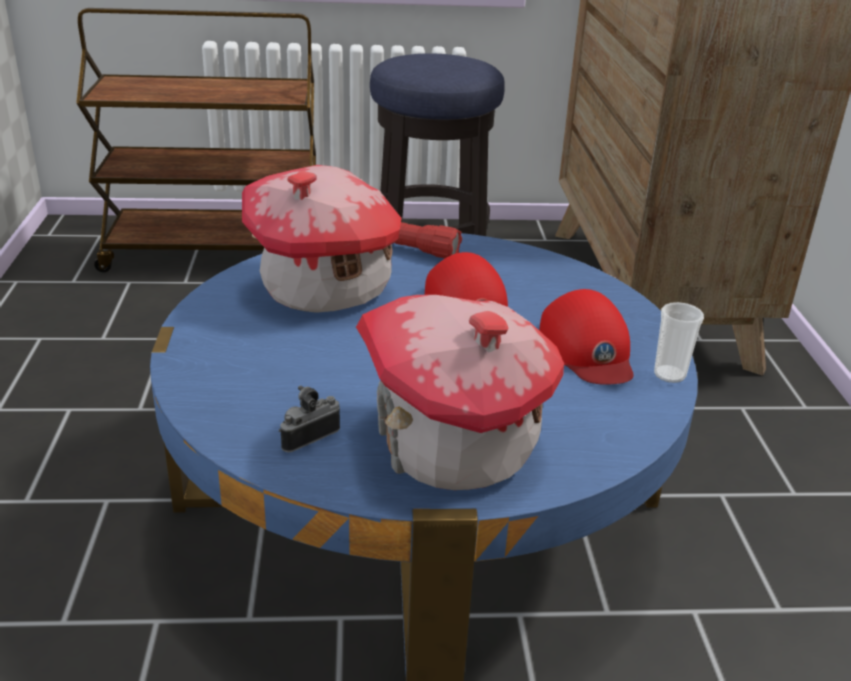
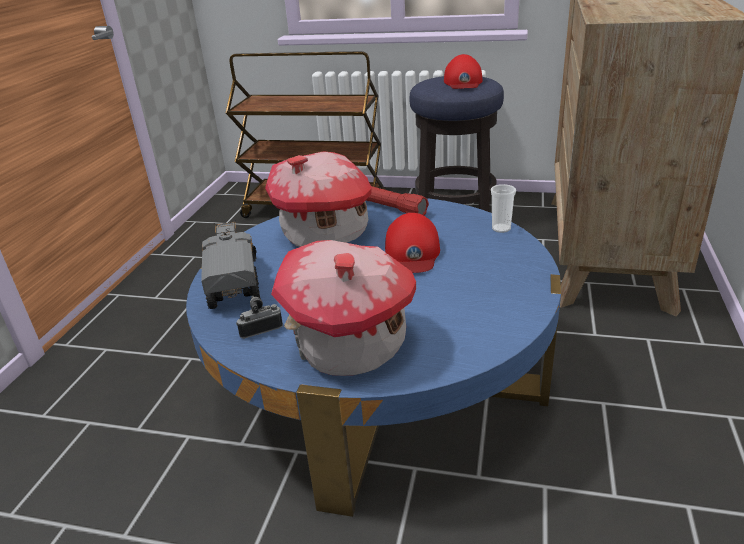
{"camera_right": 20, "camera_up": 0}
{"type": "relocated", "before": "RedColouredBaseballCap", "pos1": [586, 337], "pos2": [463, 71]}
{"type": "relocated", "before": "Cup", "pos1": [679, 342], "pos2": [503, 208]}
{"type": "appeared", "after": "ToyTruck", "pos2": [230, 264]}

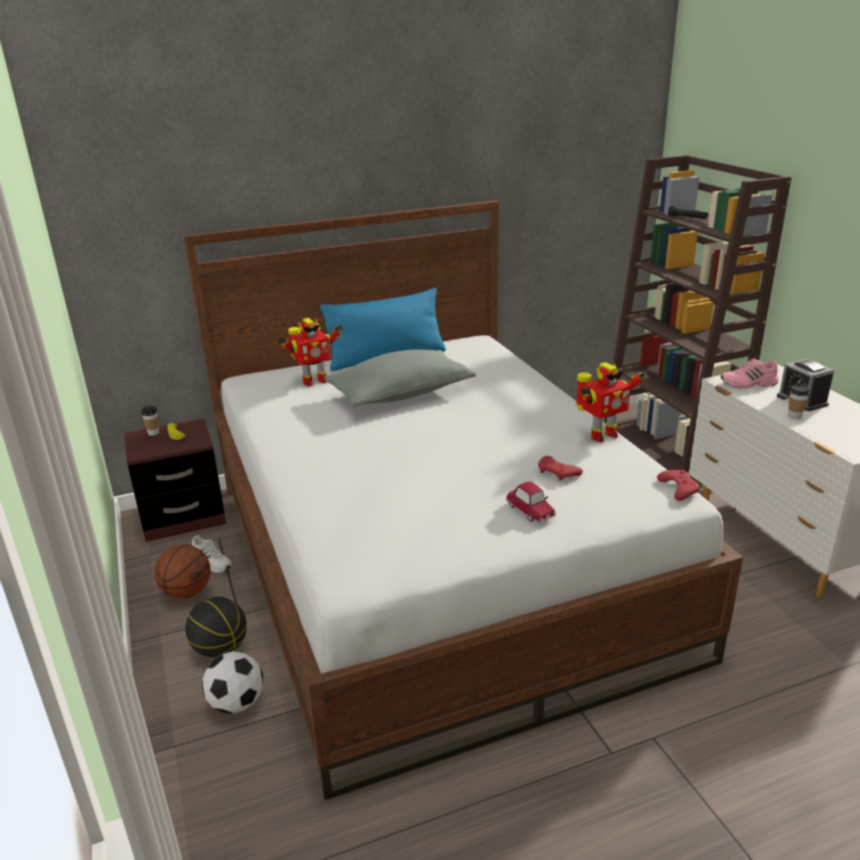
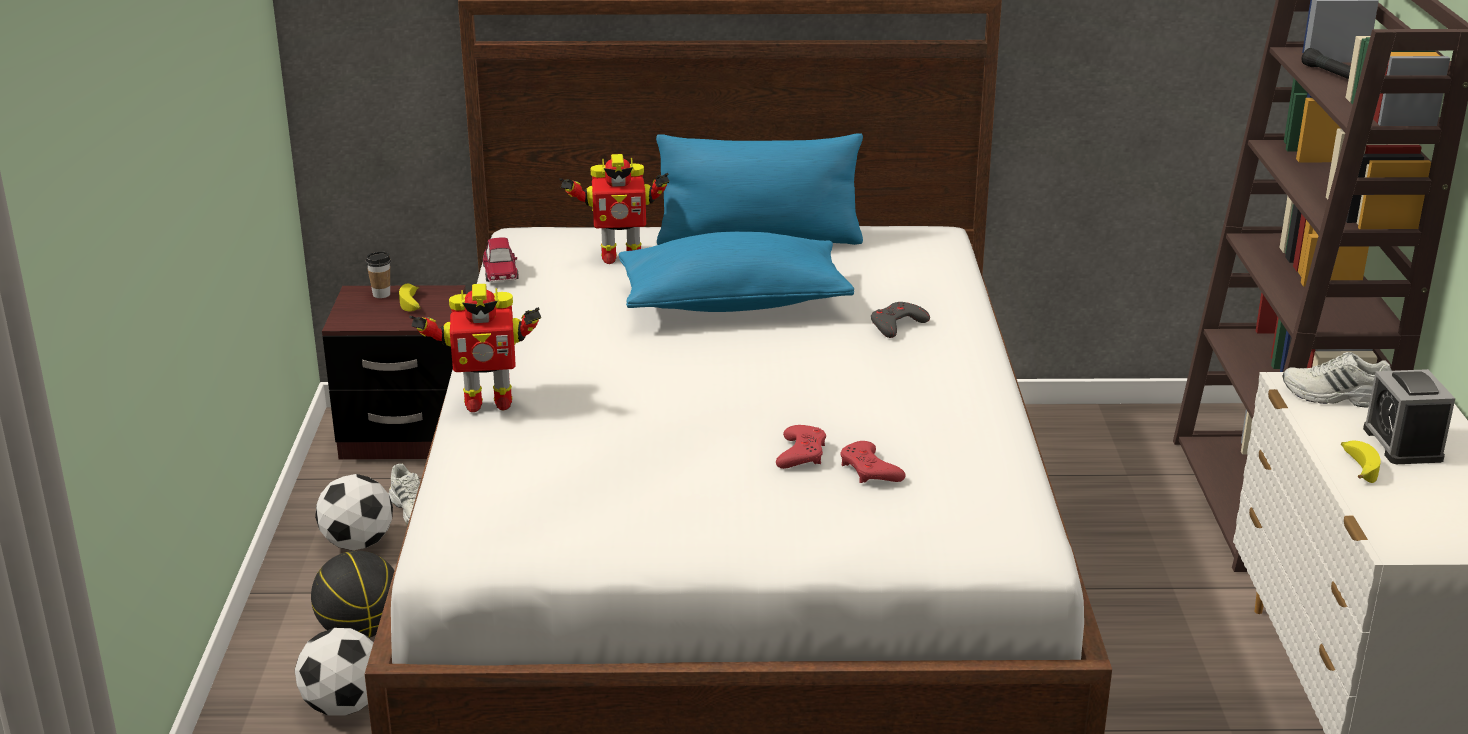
{"camera_right": 20, "camera_up": 0}
{"type": "exchanged", "before": "Basketball", "after": "FootballBall", "pos1": [182, 571], "pos2": [354, 512]}
{"type": "colour", "before": "GreyCushion", "after": "BluishCushion", "pos1": [400, 378], "pos2": [736, 272]}
{"type": "relocated", "before": "ModelCar", "pos1": [531, 502], "pos2": [501, 260]}
{"type": "relocated", "before": "RobotFigure", "pos1": [612, 402], "pos2": [475, 348]}
{"type": "relocated", "before": "RedColouredJoypad", "pos1": [678, 485], "pos2": [801, 447]}
{"type": "colour", "before": "PinkColouredItemOfFootwear", "after": "WhitishItemOfFootwear", "pos1": [750, 373], "pos2": [1337, 380]}
{"type": "exchanged", "before": "Cup", "after": "Banana", "pos1": [799, 401], "pos2": [1361, 461]}
{"type": "appeared", "after": "GreyJoypad", "pos2": [900, 320]}

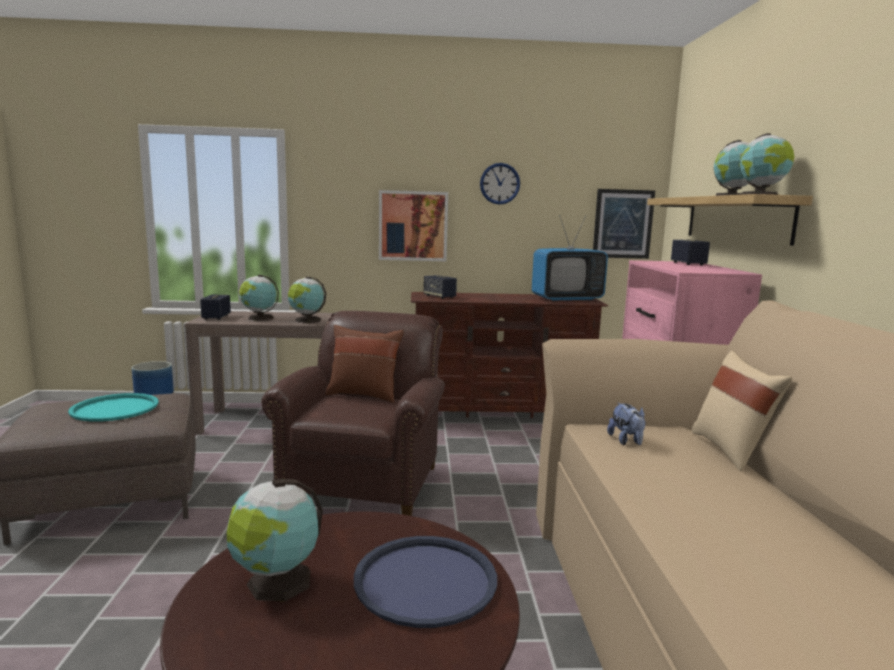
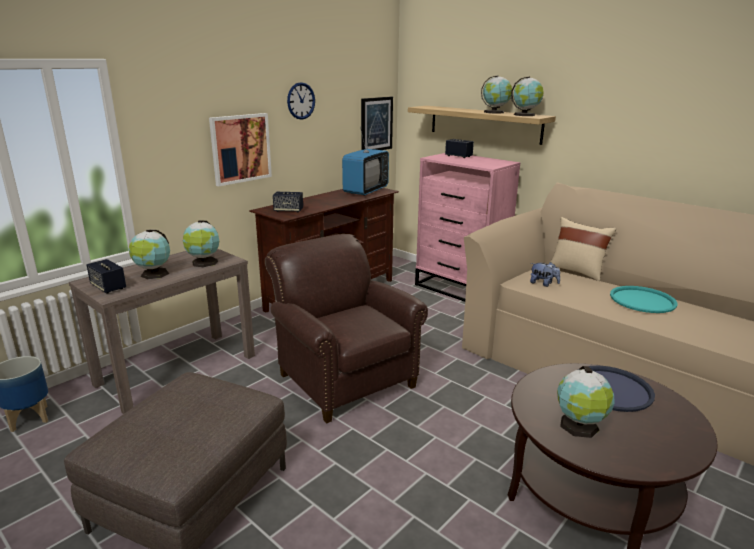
{"camera_right": -45, "camera_up": 10}
{"type": "relocated", "before": "TurquoiseColouredCarryingTray", "pos1": [113, 407], "pos2": [644, 299]}
{"type": "missing", "before": "BrownishCushion", "pos1": [364, 364]}

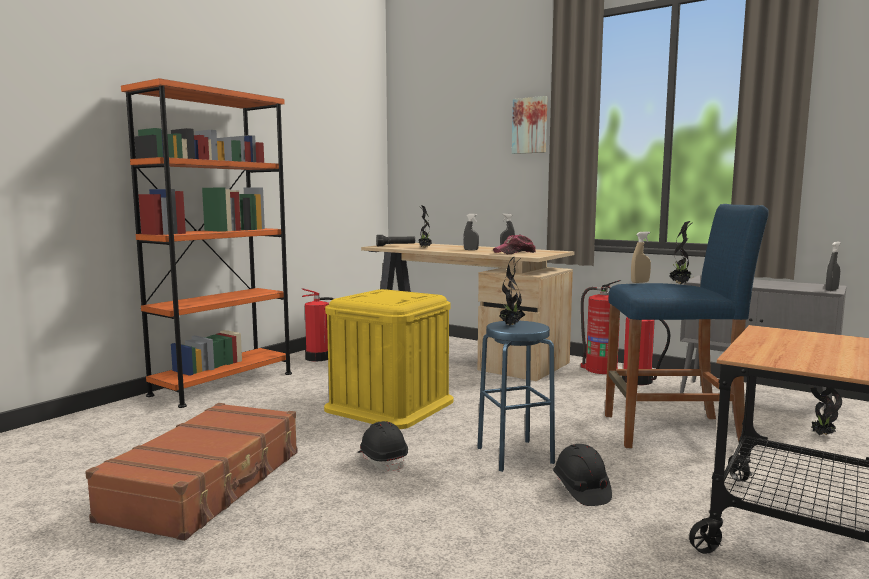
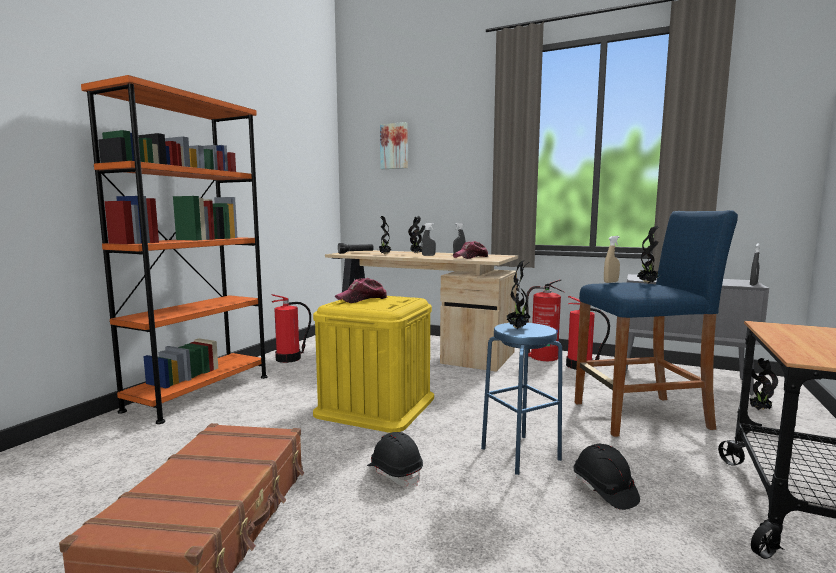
{"camera_right": -10, "camera_up": 0}
{"type": "relocated", "before": "WallPicture", "pos1": [529, 125], "pos2": [394, 145]}
{"type": "appeared", "after": "BaseballCap", "pos2": [361, 290]}
{"type": "appeared", "after": "Houseplant", "pos2": [416, 234]}

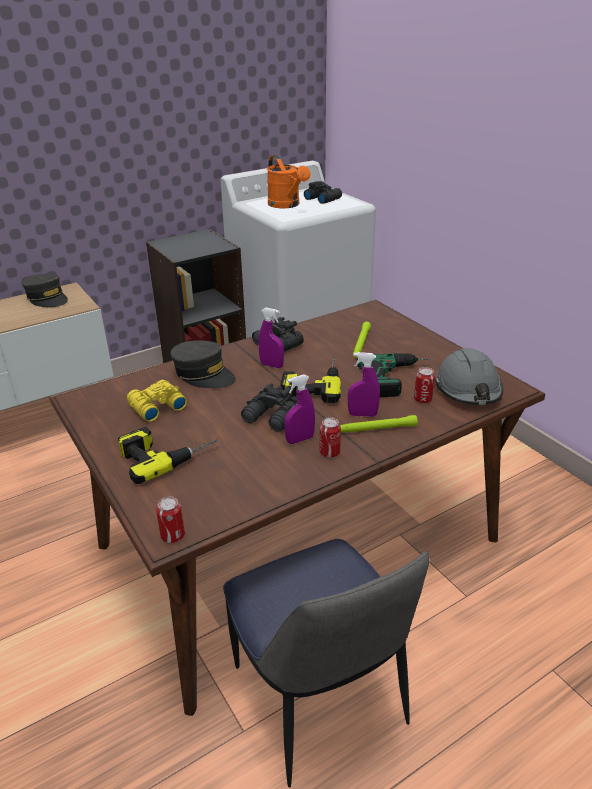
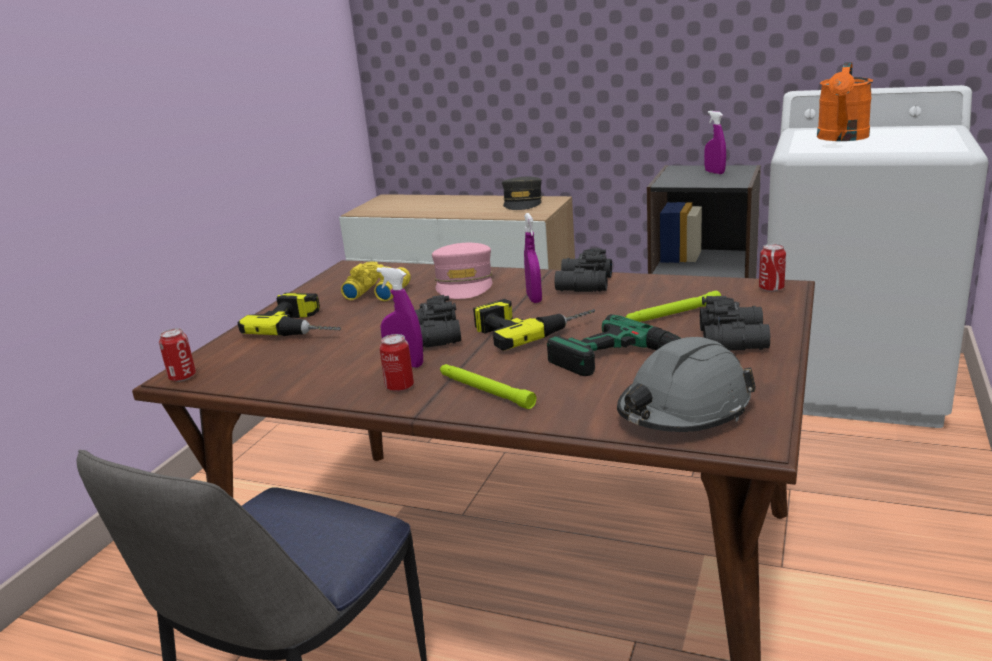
{"camera_right": 55, "camera_up": -10}
{"type": "colour", "before": "GreyBaseballCap", "after": "PinkColouredBaseballCap", "pos1": [202, 364], "pos2": [462, 271]}
{"type": "relocated", "before": "BlackishBinoculars", "pos1": [323, 192], "pos2": [735, 323]}
{"type": "relocated", "before": "PurpleSprayer", "pos1": [364, 384], "pos2": [715, 142]}
{"type": "relocated", "before": "Can", "pos1": [424, 385], "pos2": [772, 268]}

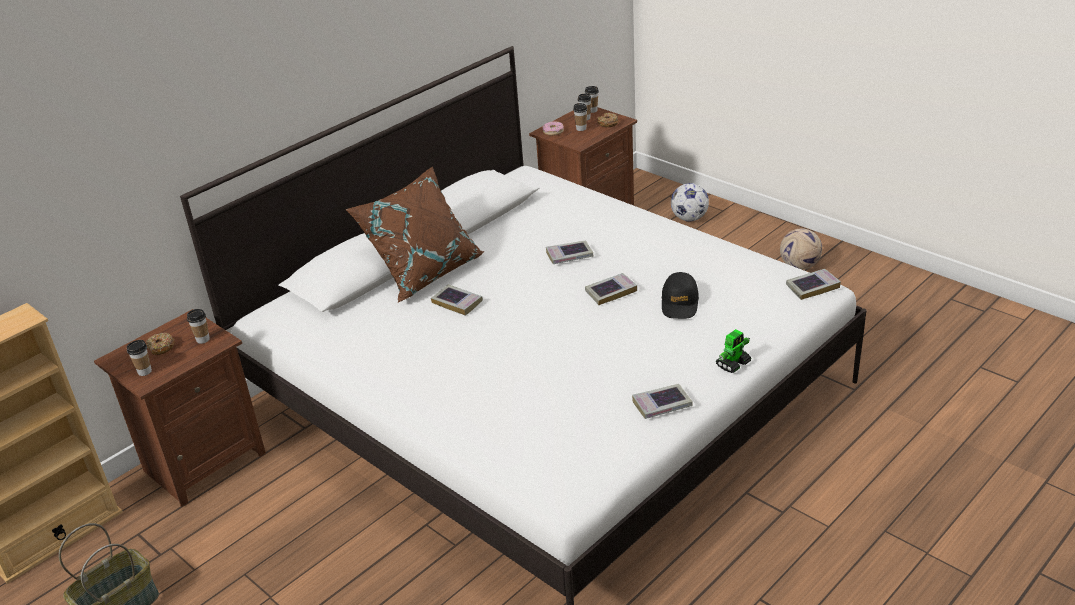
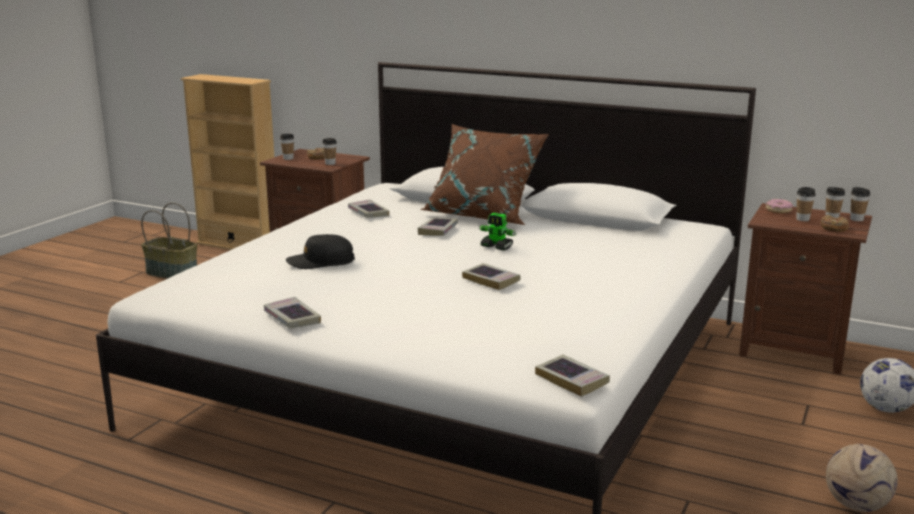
{"camera_right": 70, "camera_up": -15}
{"type": "relocated", "before": "Volume", "pos1": [569, 252], "pos2": [368, 208]}
{"type": "relocated", "before": "BlackishBaseballCap", "pos1": [680, 295], "pos2": [320, 251]}
{"type": "relocated", "before": "RobotFigure", "pos1": [733, 351], "pos2": [497, 232]}

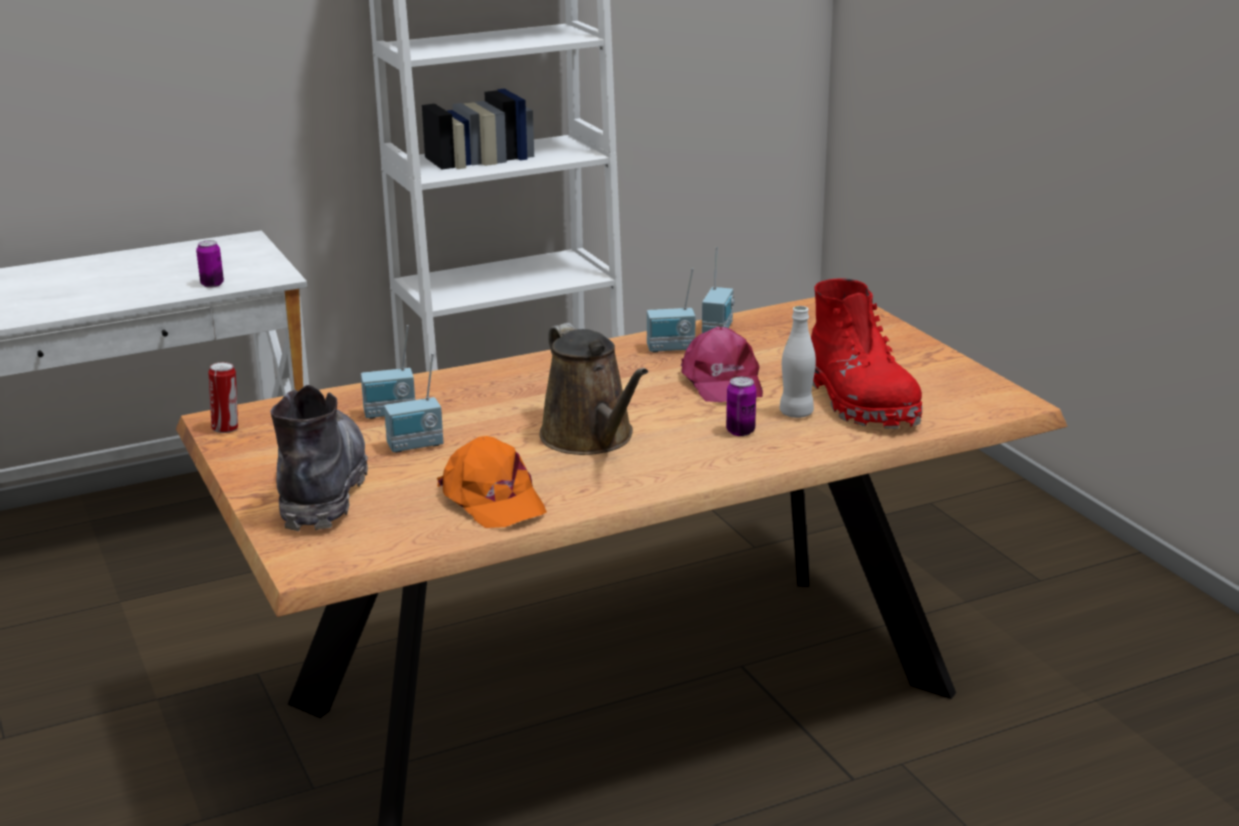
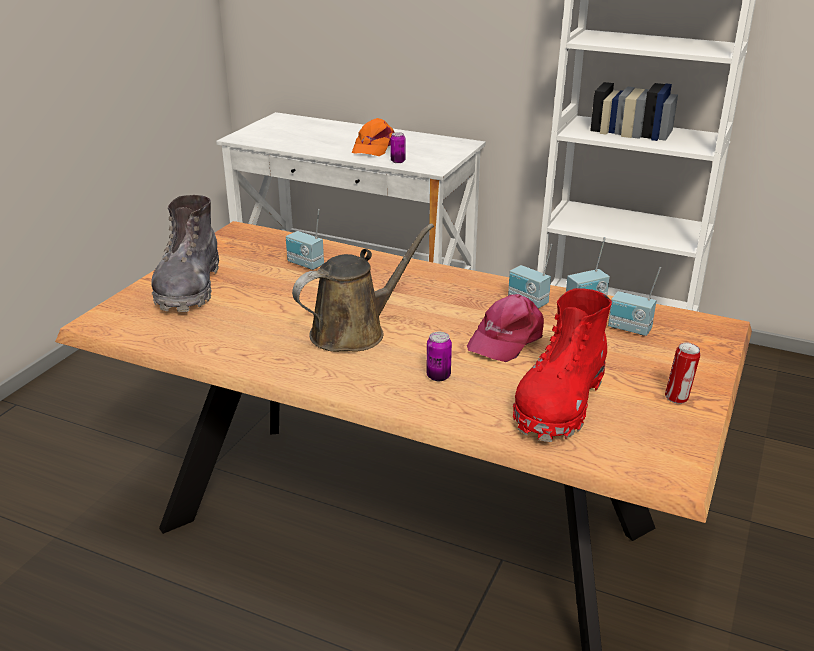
{"camera_right": 50, "camera_up": 5}
{"type": "relocated", "before": "Can", "pos1": [223, 397], "pos2": [682, 373]}
{"type": "spun", "before": "GreyTallBoot", "pos1": [319, 458], "pos2": [185, 253], "turn": 135}
{"type": "relocated", "before": "RadioSet", "pos1": [413, 403], "pos2": [634, 301]}
{"type": "relocated", "before": "OrangeColouredBaseballCap", "pos1": [492, 482], "pos2": [373, 137]}
{"type": "spun", "before": "BrownishWateringCan", "pos1": [593, 389], "pos2": [363, 287], "turn": -150}
{"type": "missing", "before": "WhitishBeverageBottle", "pos1": [798, 362]}

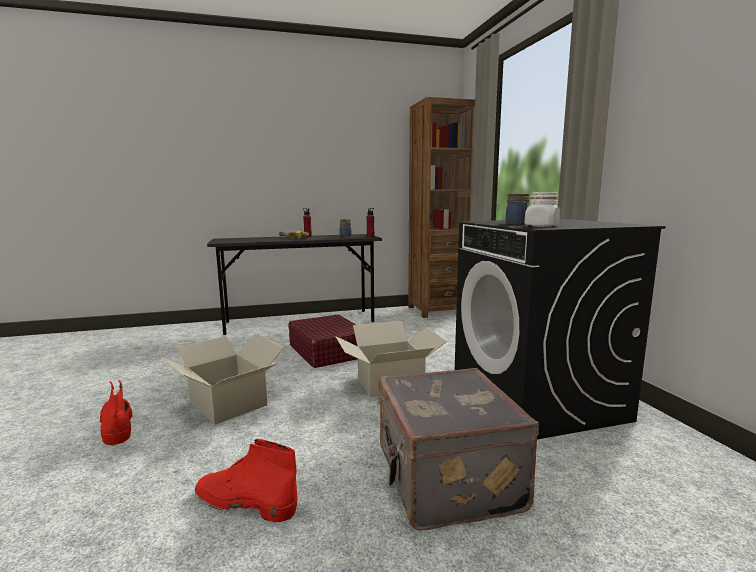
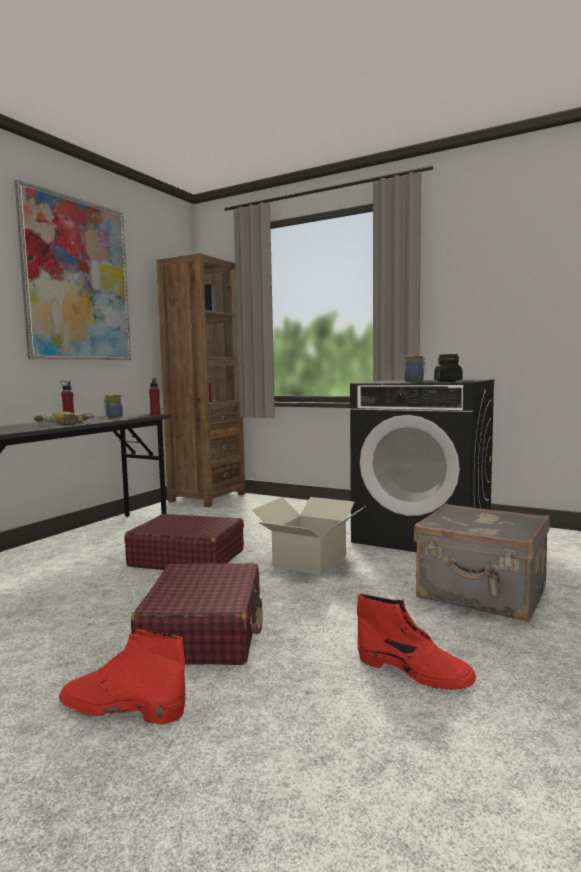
{"camera_right": -45, "camera_up": -5}
{"type": "exchanged", "before": "Carton", "after": "RedColouredSuitcase", "pos1": [222, 379], "pos2": [196, 614]}
{"type": "spun", "before": "RedColouredTallBoot", "pos1": [246, 480], "pos2": [416, 642], "turn": -120}
{"type": "colour", "before": "WhitishJar", "after": "BlackishJar", "pos1": [542, 209], "pos2": [448, 368]}
{"type": "appeared", "after": "WallPicture", "pos2": [72, 269]}

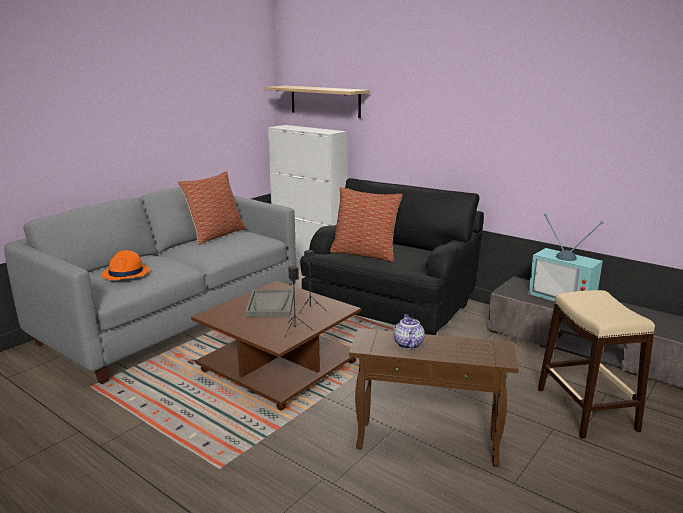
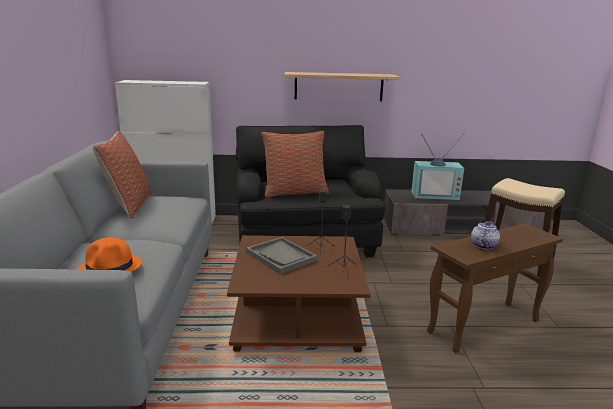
{"camera_right": -40, "camera_up": 0}
{"type": "relocated", "before": "BracketShelf", "pos1": [317, 102], "pos2": [342, 86]}
{"type": "spun", "before": "TeaPot", "pos1": [409, 331], "pos2": [485, 235], "turn": 75}

